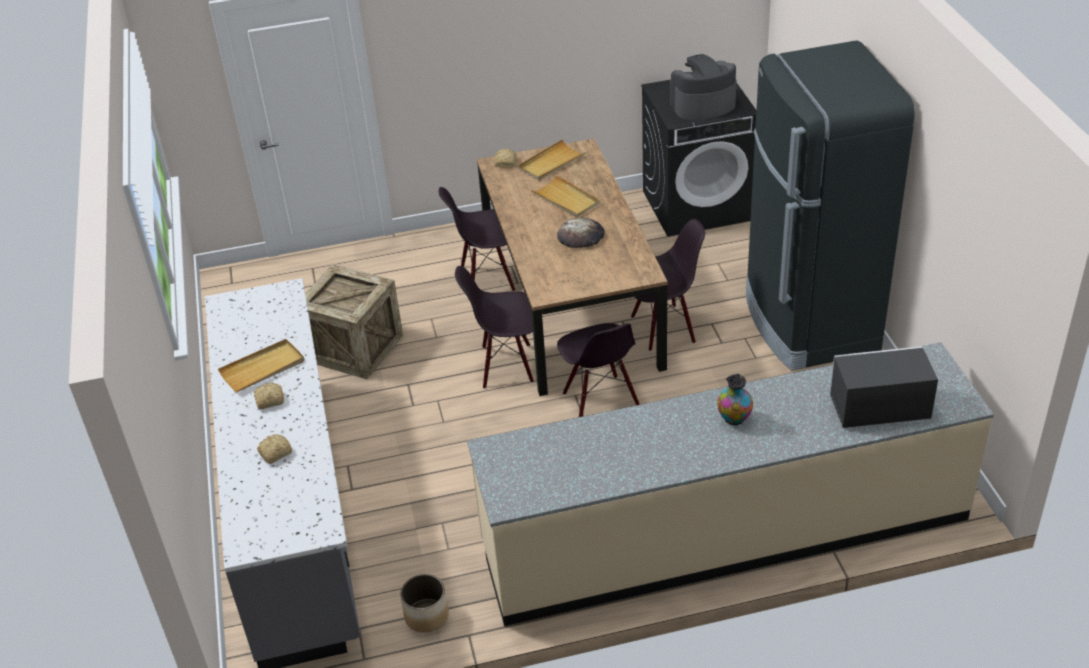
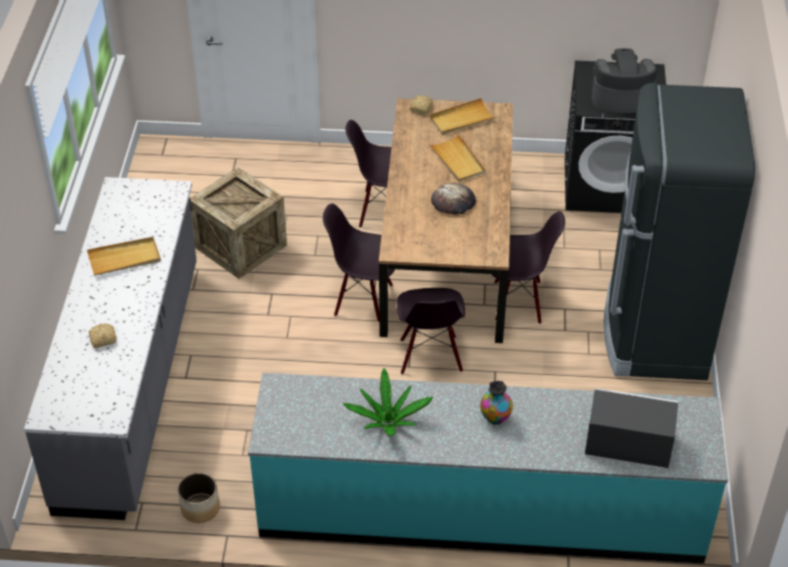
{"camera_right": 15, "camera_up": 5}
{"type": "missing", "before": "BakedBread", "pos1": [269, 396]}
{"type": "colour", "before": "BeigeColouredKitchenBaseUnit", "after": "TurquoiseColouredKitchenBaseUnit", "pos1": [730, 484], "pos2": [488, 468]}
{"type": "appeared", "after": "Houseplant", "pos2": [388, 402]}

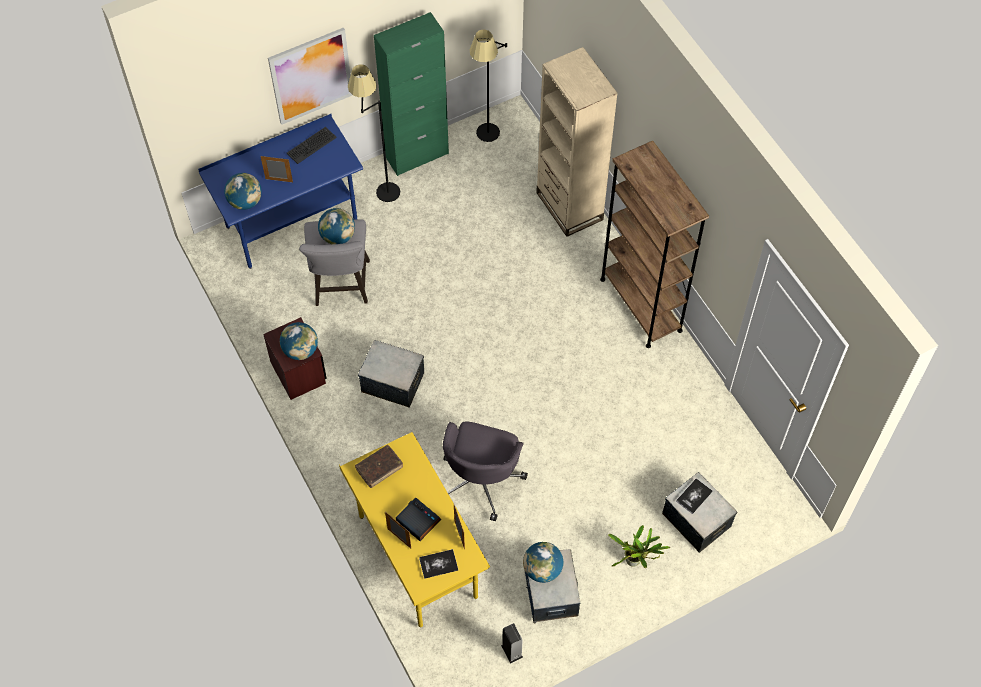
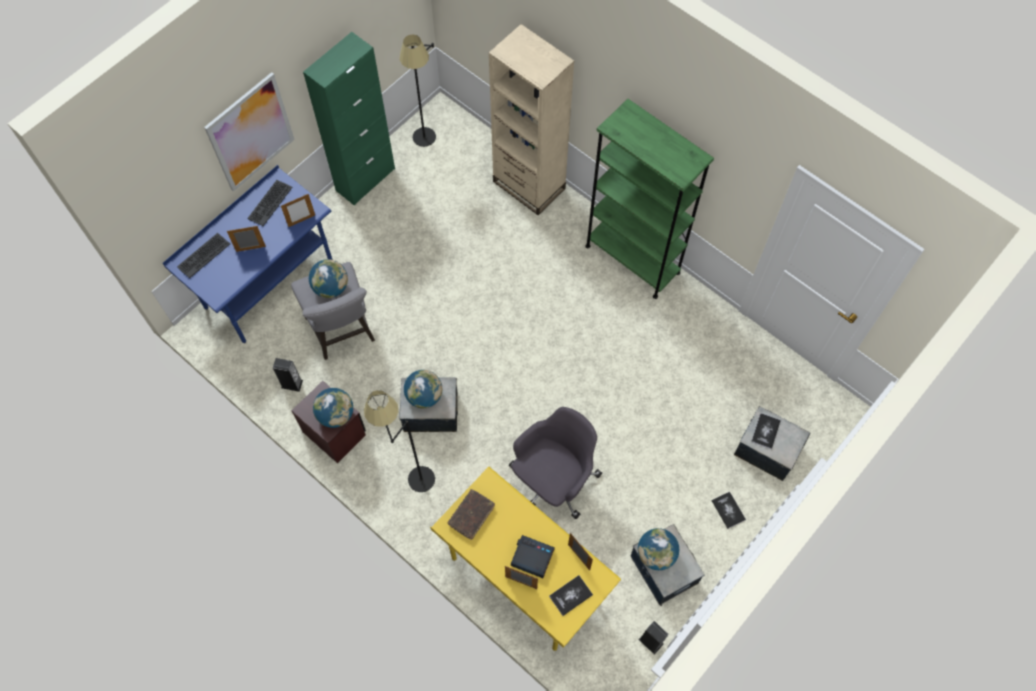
{"camera_right": -20, "camera_up": 5}
{"type": "relocated", "before": "DeskGlobe", "pos1": [243, 191], "pos2": [423, 389]}
{"type": "relocated", "before": "BlackishStandingLamp", "pos1": [374, 133], "pos2": [399, 441]}
{"type": "spun", "before": "GreyComputerChair", "pos1": [485, 471], "pos2": [555, 463], "turn": -135}
{"type": "colour", "before": "BrownishBookshelf", "after": "GreenishBookshelf", "pos1": [654, 244], "pos2": [649, 199]}
{"type": "exchanged", "before": "Houseplant", "after": "Volume", "pos1": [639, 546], "pos2": [728, 510]}
{"type": "appeared", "after": "Keyboard", "pos2": [203, 256]}
{"type": "appeared", "after": "AudioSpeaker", "pos2": [288, 375]}
{"type": "appeared", "after": "StandingFrame", "pos2": [298, 210]}

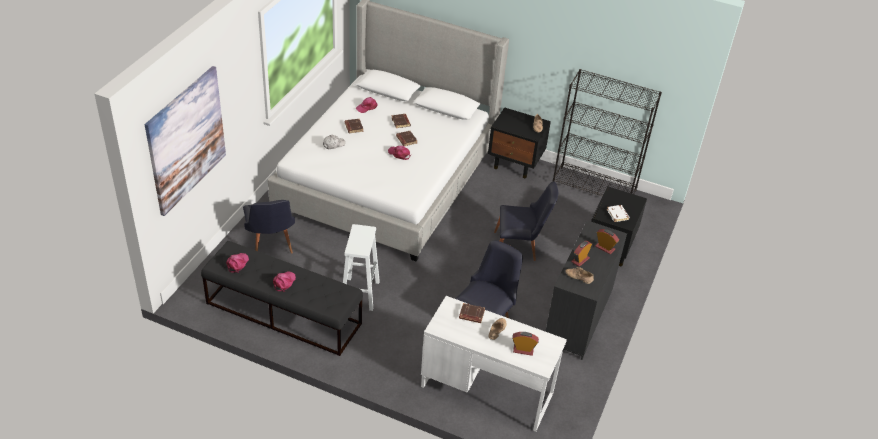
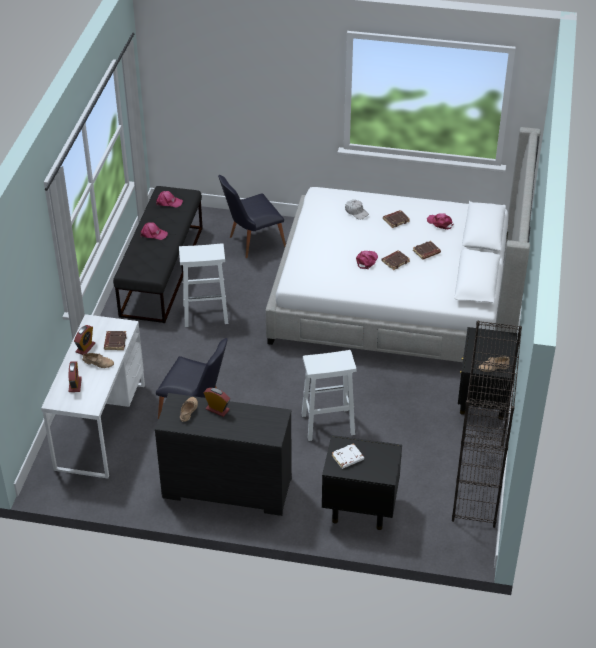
{"camera_right": 80, "camera_up": 0}
{"type": "missing", "before": "WallPicture", "pos1": [185, 141]}
{"type": "exchanged", "before": "BlackishUprightChair", "after": "WhitishStoolSeat", "pos1": [526, 221], "pos2": [329, 395]}
{"type": "relocated", "before": "BedsideClock", "pos1": [607, 241], "pos2": [84, 340]}

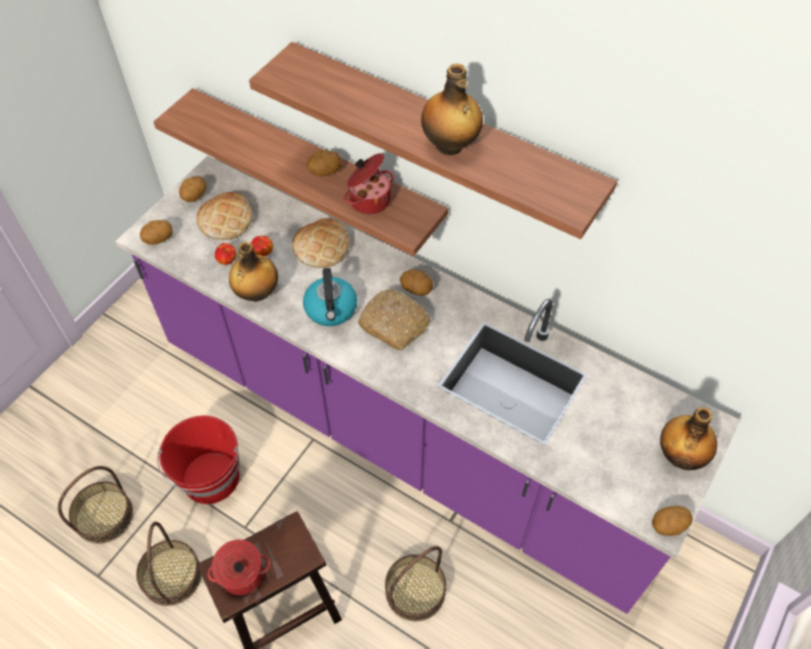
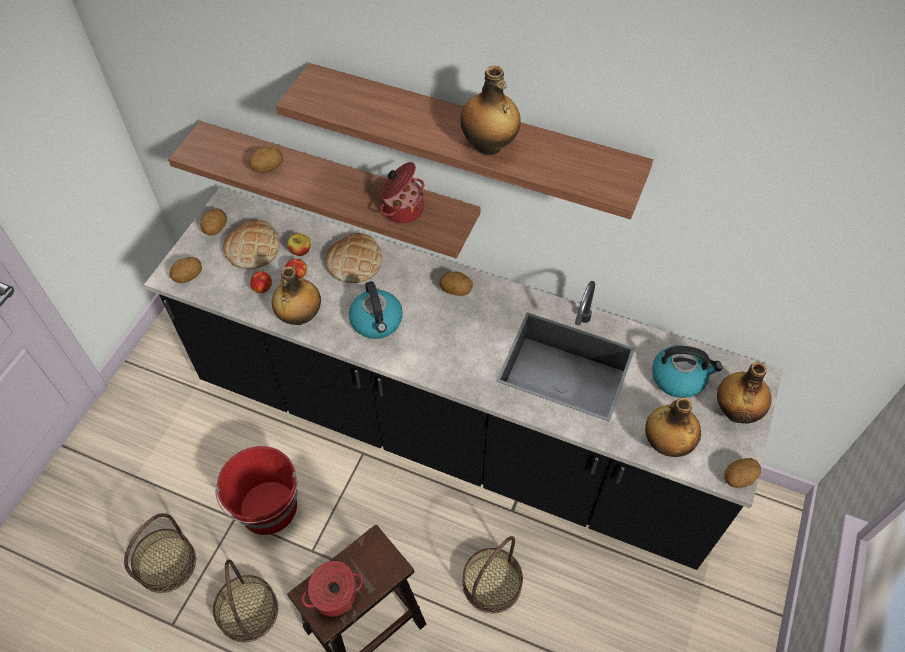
{"camera_right": -10, "camera_up": 0}
{"type": "colour", "before": "PurpleKitchenBaseUnit", "after": "BlackishKitchenBaseUnit", "pos1": [427, 385], "pos2": [463, 378]}
{"type": "relocated", "before": "WholePotato", "pos1": [324, 163], "pos2": [266, 160]}
{"type": "missing", "before": "BakedBread", "pos1": [394, 319]}
{"type": "appeared", "after": "WholeApple", "pos2": [299, 244]}
{"type": "appeared", "after": "BeverageBottle", "pos2": [673, 427]}
{"type": "appeared", "after": "Kettle", "pos2": [687, 371]}

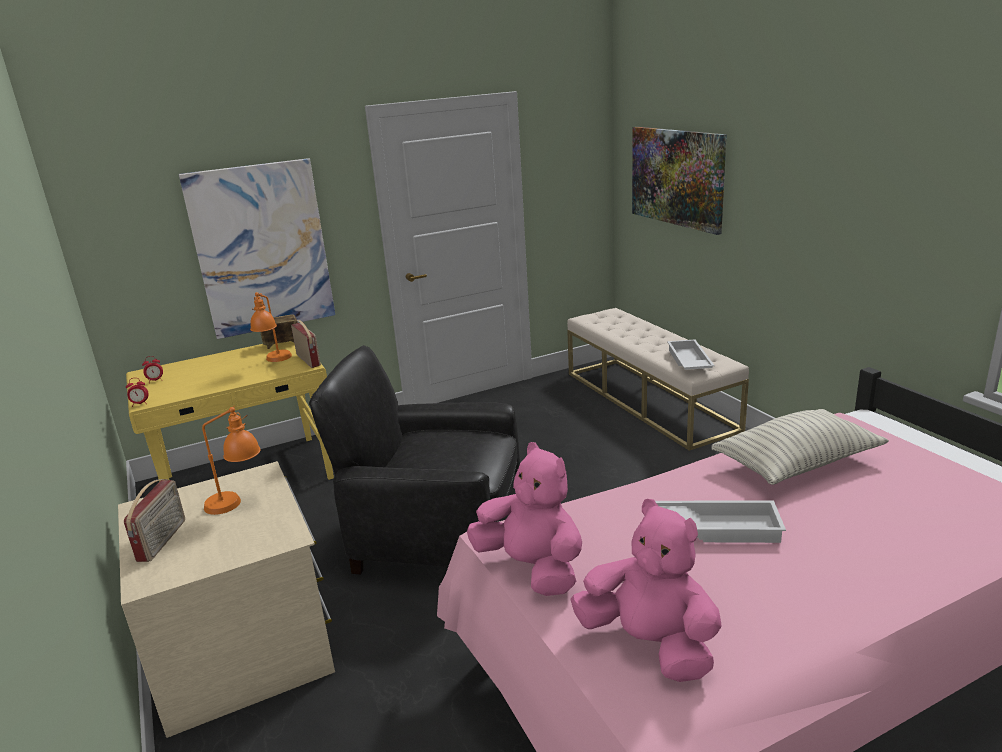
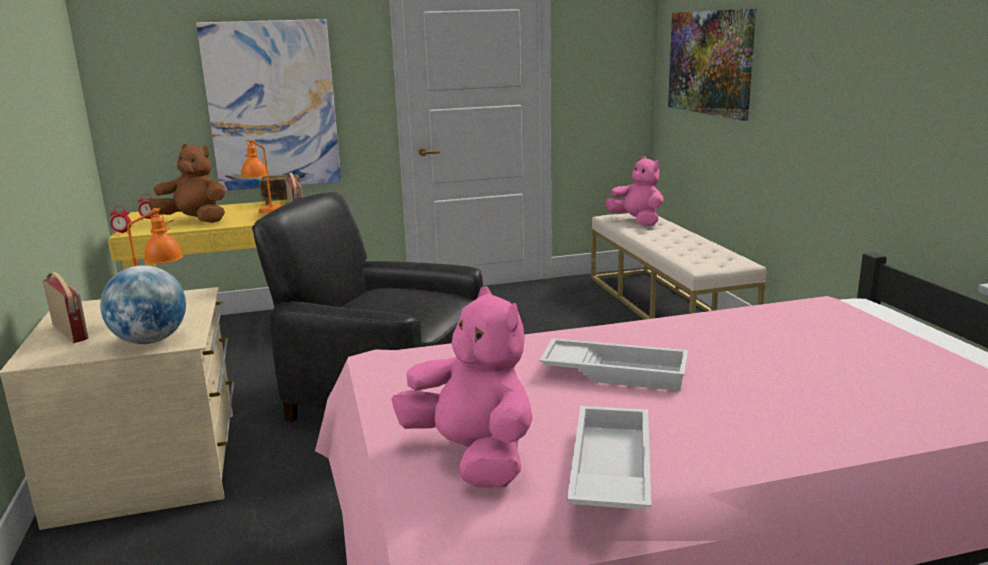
{"camera_right": 10, "camera_up": -5}
{"type": "spun", "before": "RadioSet", "pos1": [154, 520], "pos2": [65, 307], "turn": -60}
{"type": "relocated", "before": "PinkColouredSoftToy", "pos1": [524, 519], "pos2": [634, 191]}
{"type": "relocated", "before": "WhitishCarryingTray", "pos1": [691, 354], "pos2": [609, 458]}
{"type": "missing", "before": "Cushion", "pos1": [800, 447]}
{"type": "appeared", "after": "DeskGlobe", "pos2": [143, 304]}
{"type": "appeared", "after": "BrownishSoftToy", "pos2": [187, 183]}

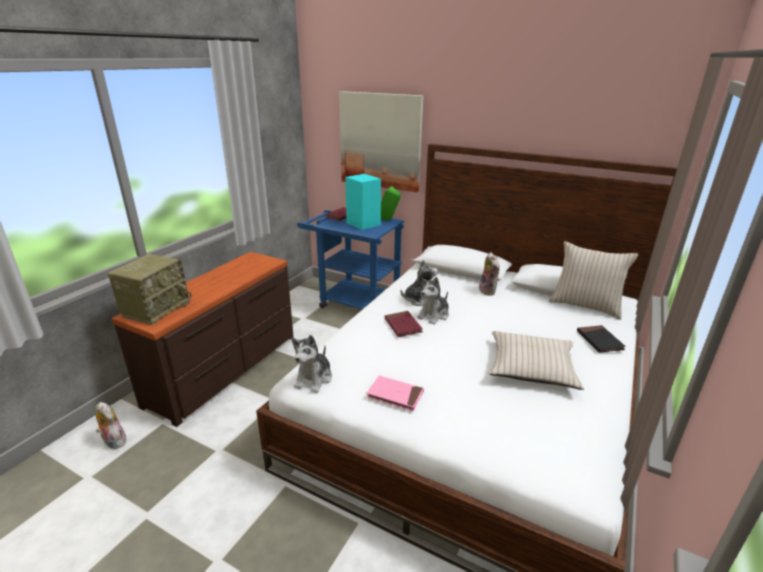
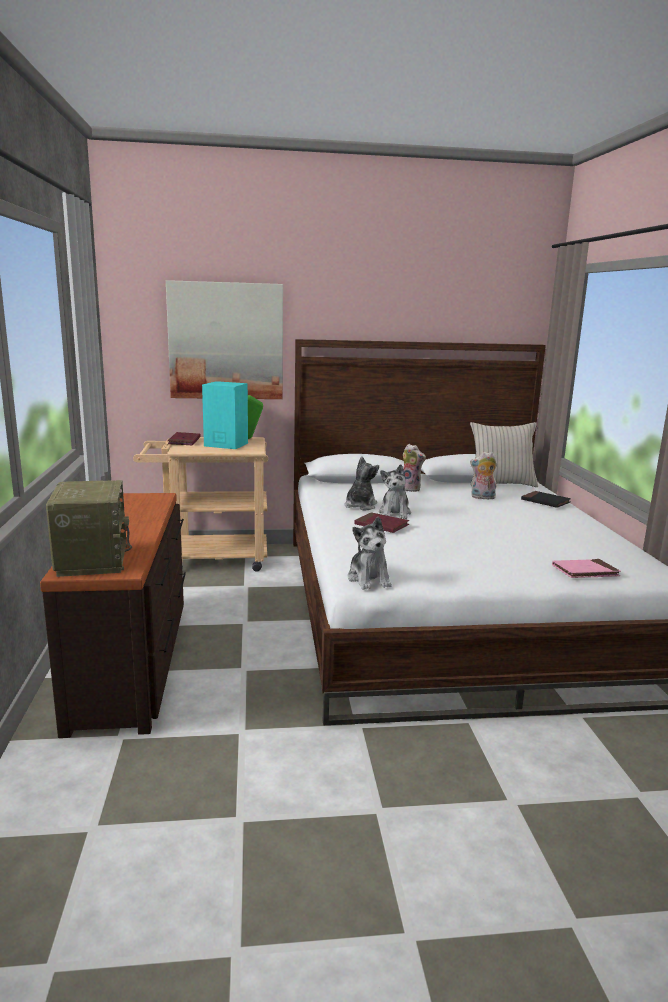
{"camera_right": -35, "camera_up": -10}
{"type": "relocated", "before": "SoftToy", "pos1": [111, 425], "pos2": [483, 475]}
{"type": "colour", "before": "BluishWheeledCart", "after": "BeigeColouredWheeledCart", "pos1": [350, 259], "pos2": [200, 504]}
{"type": "relocated", "before": "PinkColouredVolume", "pos1": [395, 393], "pos2": [586, 568]}
{"type": "missing", "before": "BeigeColouredCushion", "pos1": [536, 360]}

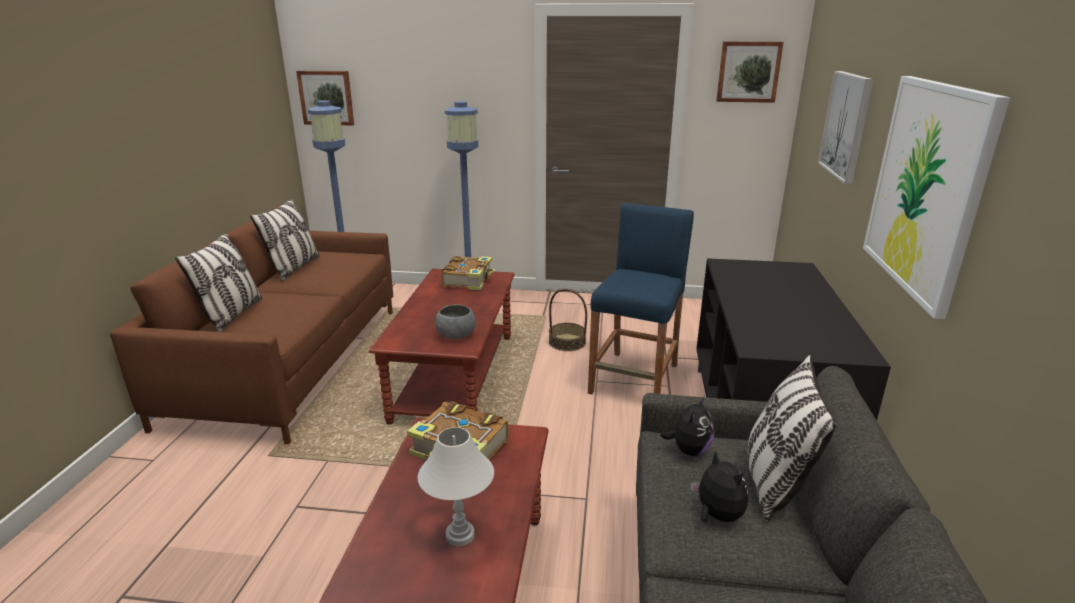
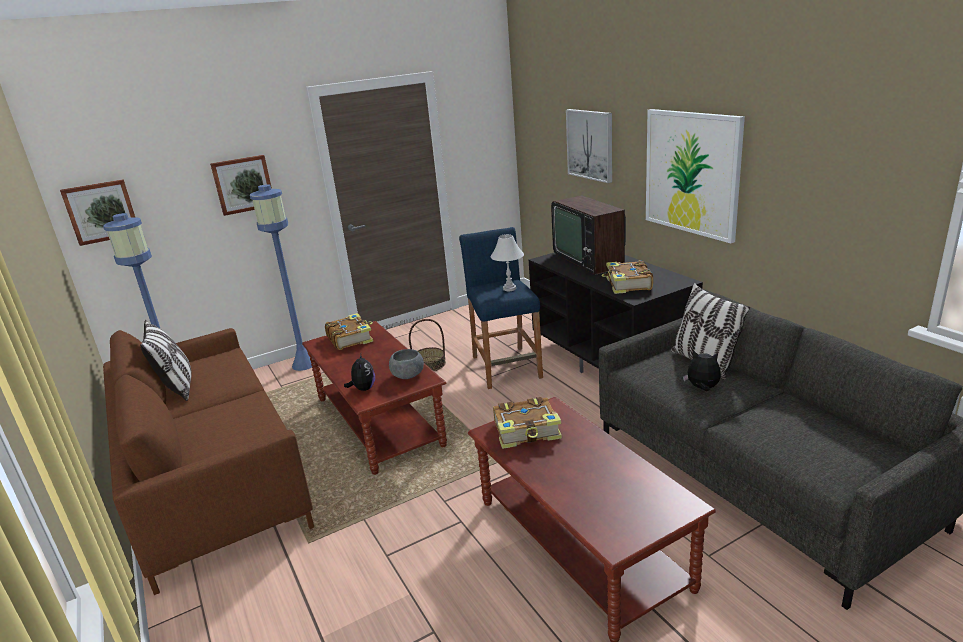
{"camera_right": -35, "camera_up": 0}
{"type": "missing", "before": "Cushion", "pos1": [218, 282]}
{"type": "relocated", "before": "WhitishTableLamp", "pos1": [456, 486], "pos2": [507, 262]}
{"type": "relocated", "before": "SoftToy", "pos1": [687, 426], "pos2": [359, 372]}
{"type": "relocated", "before": "WallPicture", "pos1": [750, 72], "pos2": [241, 185]}
{"type": "appeared", "after": "Tv", "pos2": [588, 235]}
{"type": "appeared", "after": "Volume", "pos2": [627, 277]}

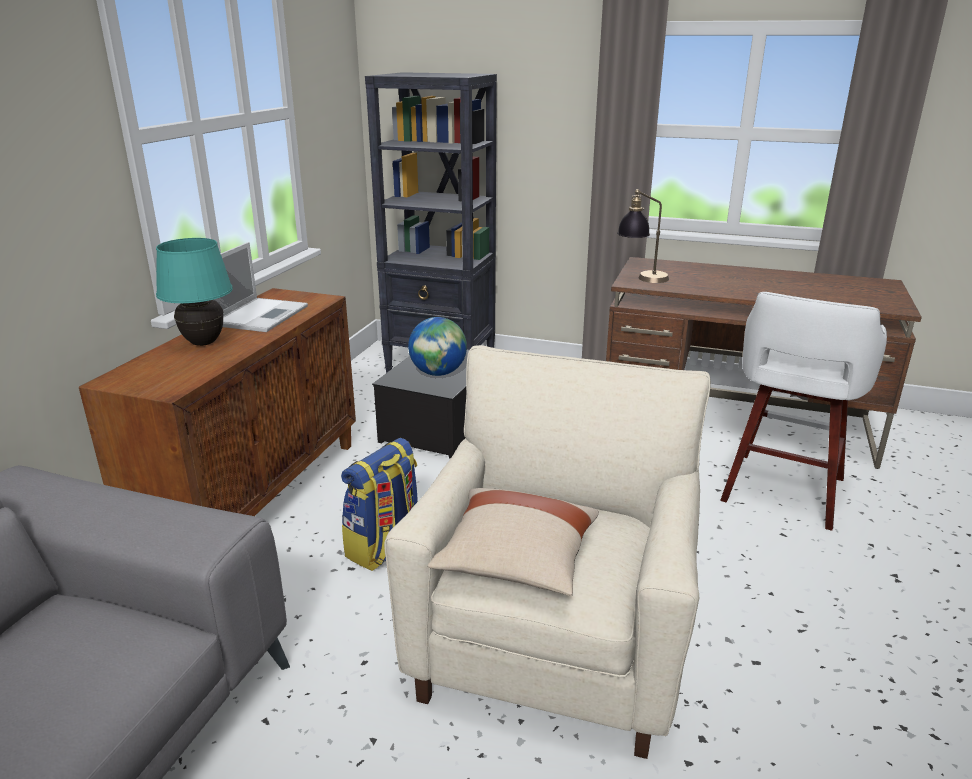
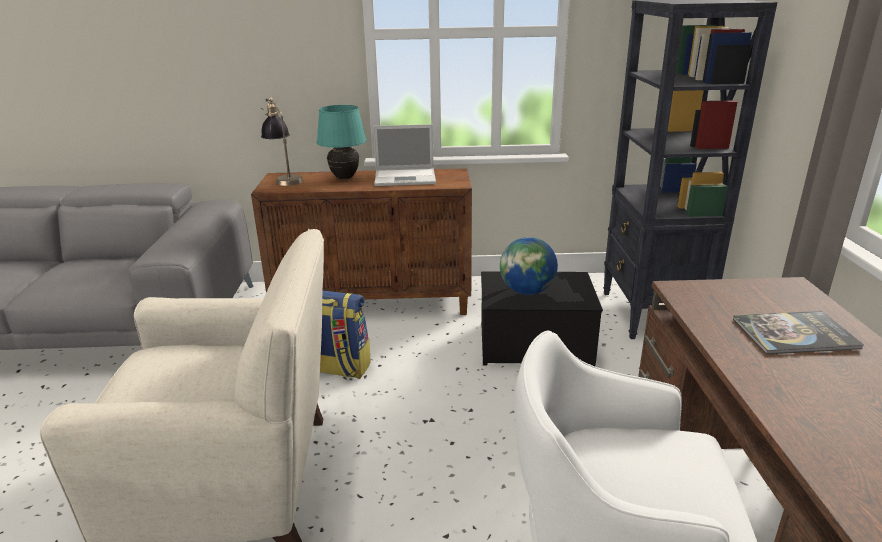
{"camera_right": 70, "camera_up": 0}
{"type": "missing", "before": "BeigeColouredCushion", "pos1": [513, 542]}
{"type": "relocated", "before": "TableLamp", "pos1": [643, 236], "pos2": [282, 141]}
{"type": "appeared", "after": "Volume", "pos2": [798, 332]}

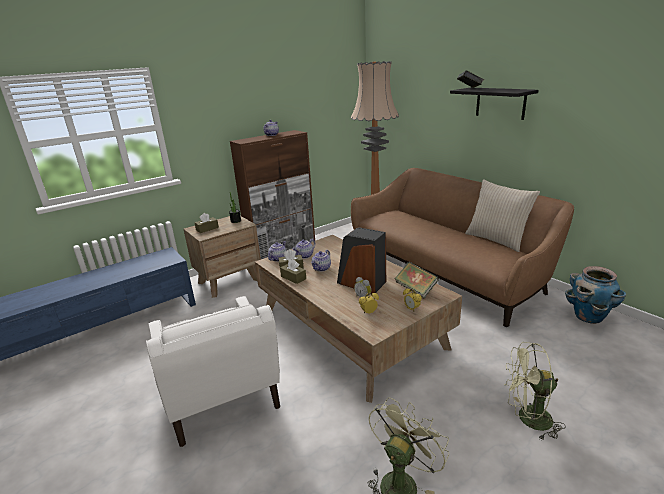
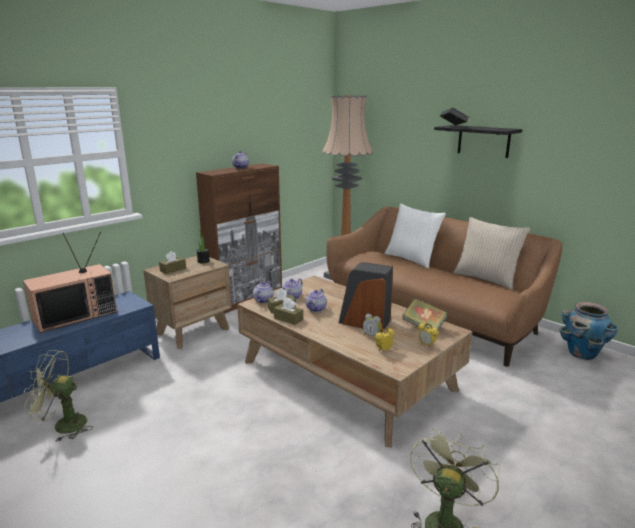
{"camera_right": -10, "camera_up": -5}
{"type": "missing", "before": "WhitishLoungeChair", "pos1": [213, 371]}
{"type": "relocated", "before": "GreenishCoolingFan", "pos1": [535, 391], "pos2": [58, 396]}
{"type": "appeared", "after": "Tv", "pos2": [70, 282]}
{"type": "appeared", "after": "WhitishCushion", "pos2": [415, 236]}

